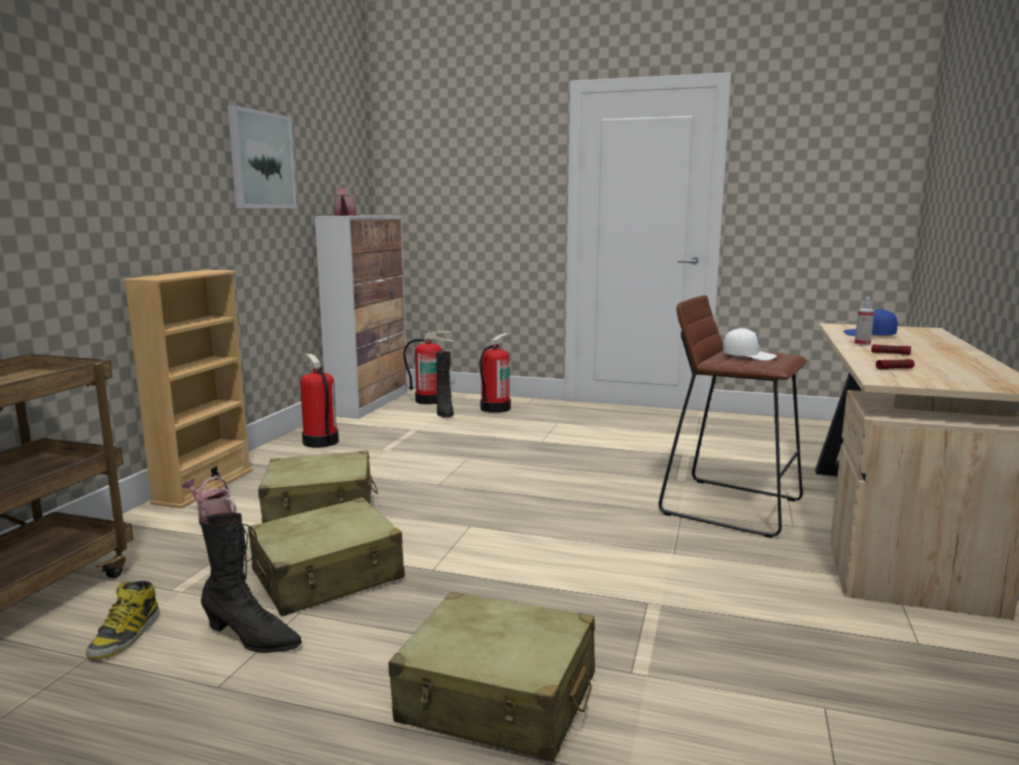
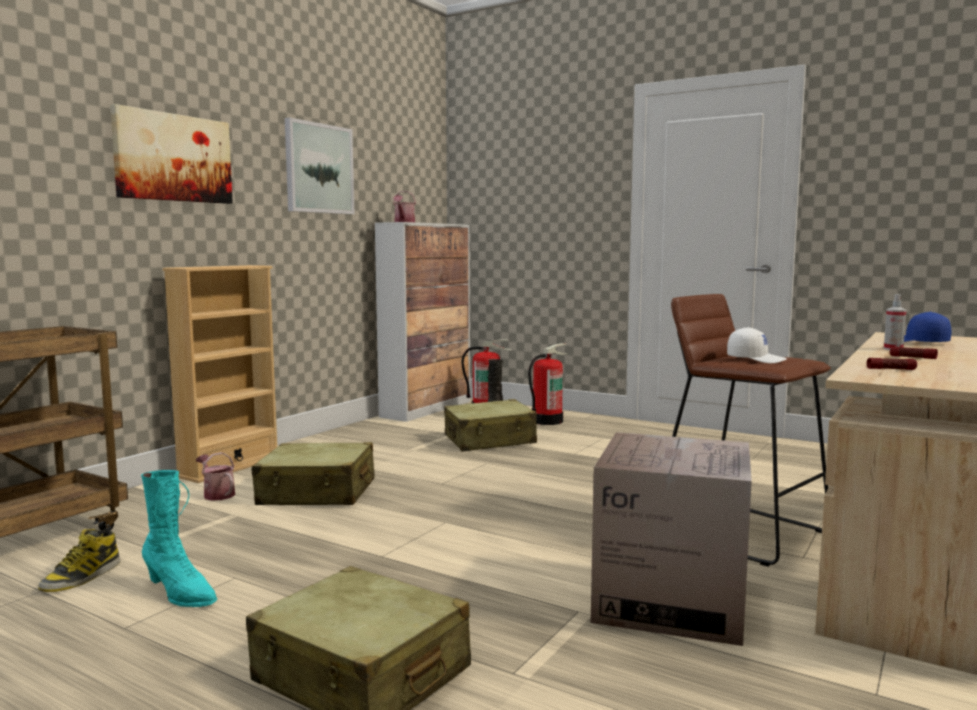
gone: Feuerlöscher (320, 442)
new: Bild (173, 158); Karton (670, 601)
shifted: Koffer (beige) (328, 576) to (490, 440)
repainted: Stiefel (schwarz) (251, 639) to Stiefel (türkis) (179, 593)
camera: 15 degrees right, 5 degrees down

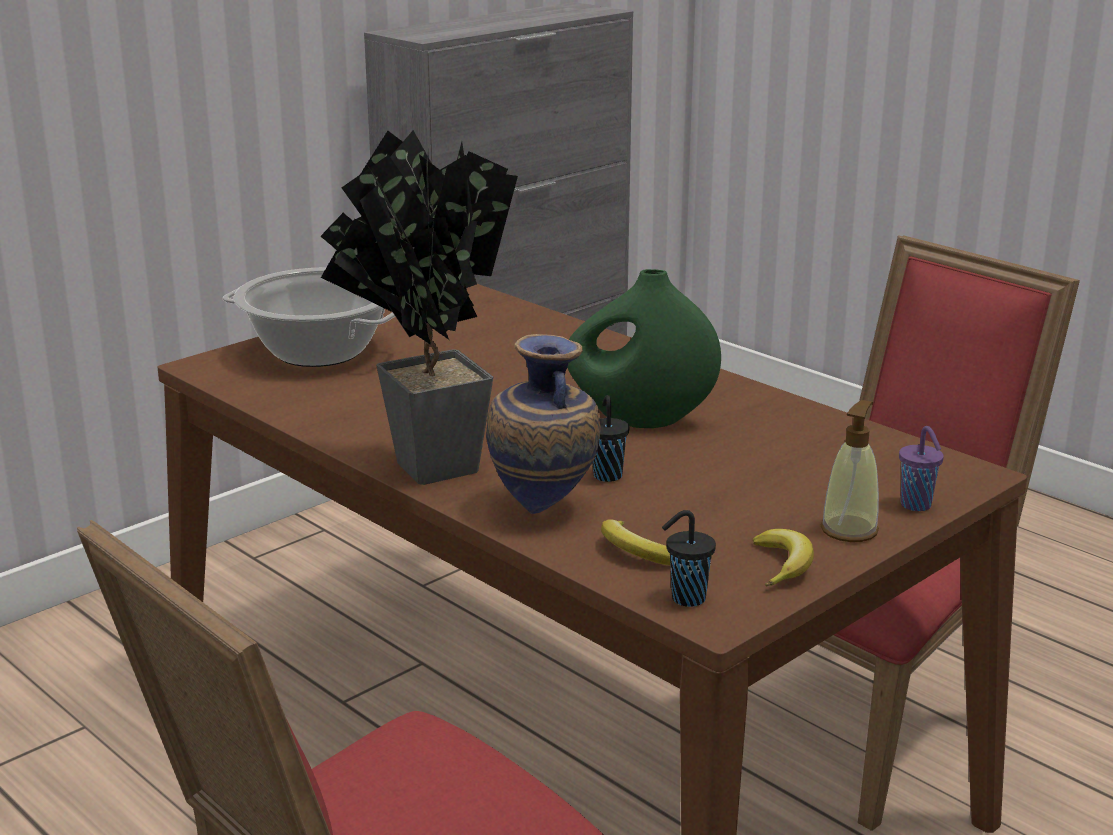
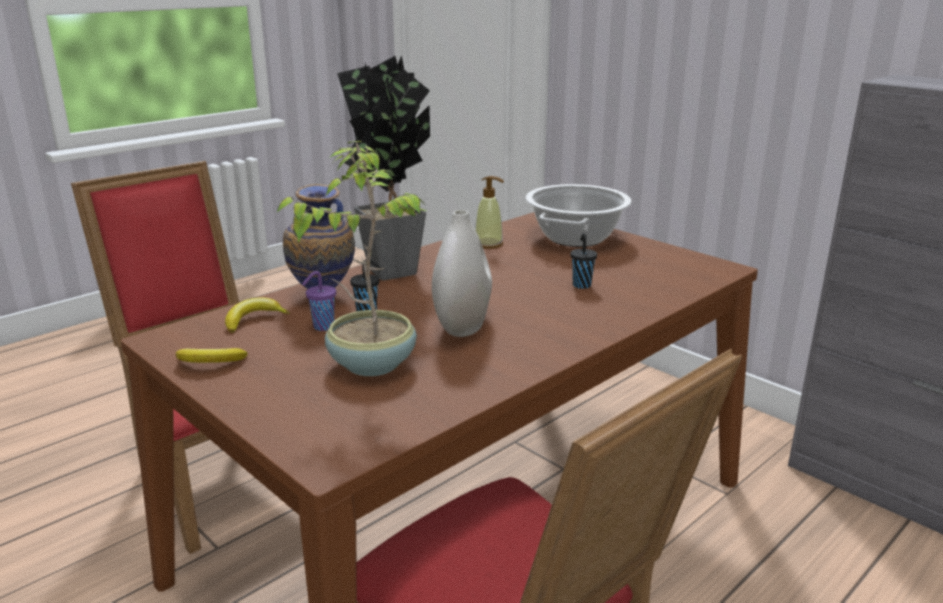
new: Topfpflanze (371, 363)
shifted: Tasse (schwarz) (686, 599) to (581, 285); Seifenspender (849, 530) to (488, 244); Tasse (lila) (917, 506) to (322, 327)
repainted: Vase (grün) (640, 419) to Vase (weiß) (463, 325)
camera: 90 degrees right, 0 degrees up

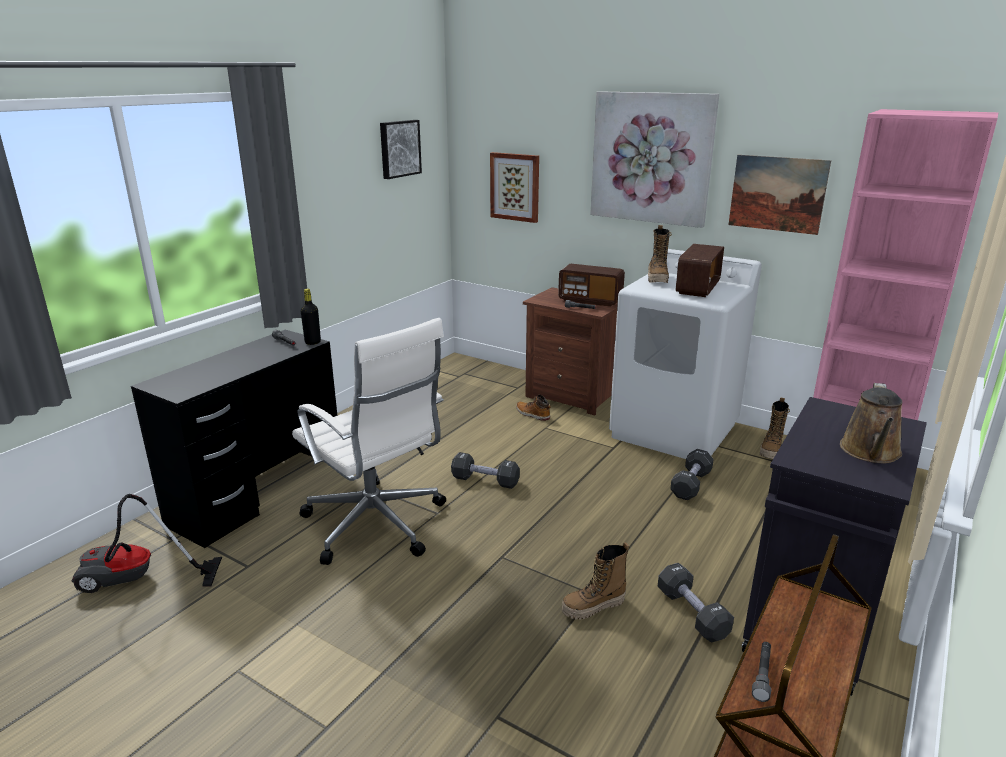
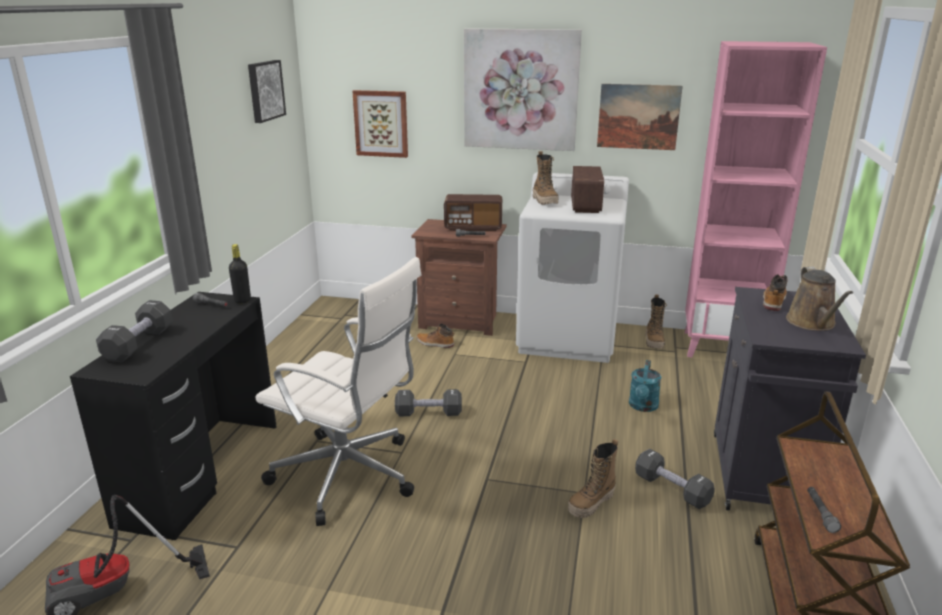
new: Gießkanne (türkis) (643, 407); Stiefel (773, 301)
shifted: Hantel (schwarz) (691, 484) to (139, 344)
camera: 20 degrees left, 0 degrees up

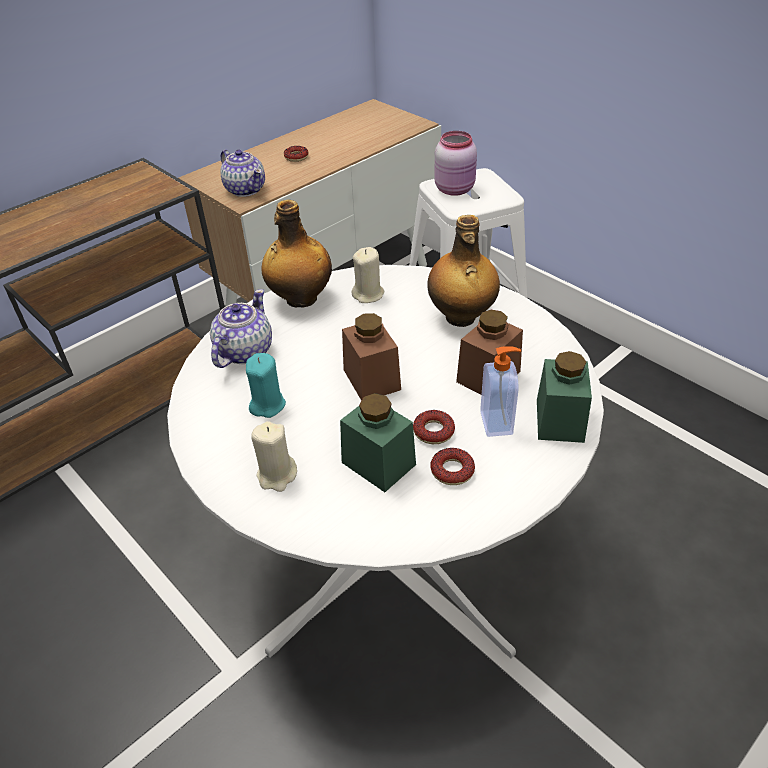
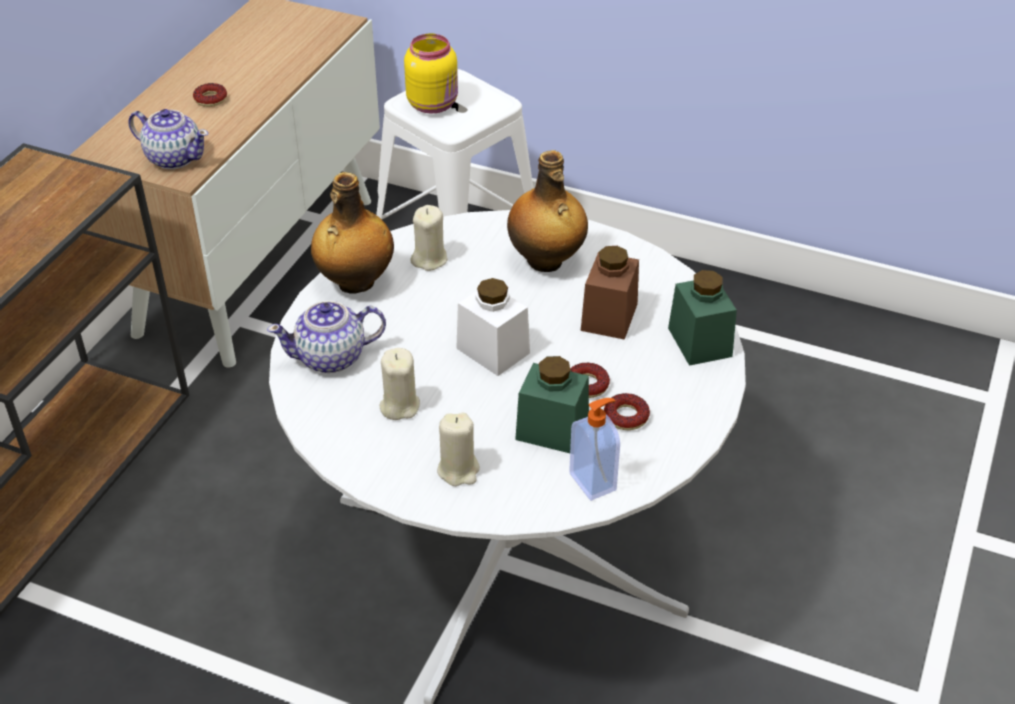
shifted: Seifenspender (497, 423) to (594, 481)
repainted: Kerze (türkis) (267, 405) to Kerze (beige) (399, 406); Vorratsglas (braun) (372, 379) to Vorratsglas (weiß) (493, 350); Vorratsglas (rosa) (455, 189) to Vorratsglas (gelb) (434, 104)
rotated: Teekanne (243, 352) = (332, 357) 105 degrees counterclockwise
camera: 25 degrees left, 0 degrees up

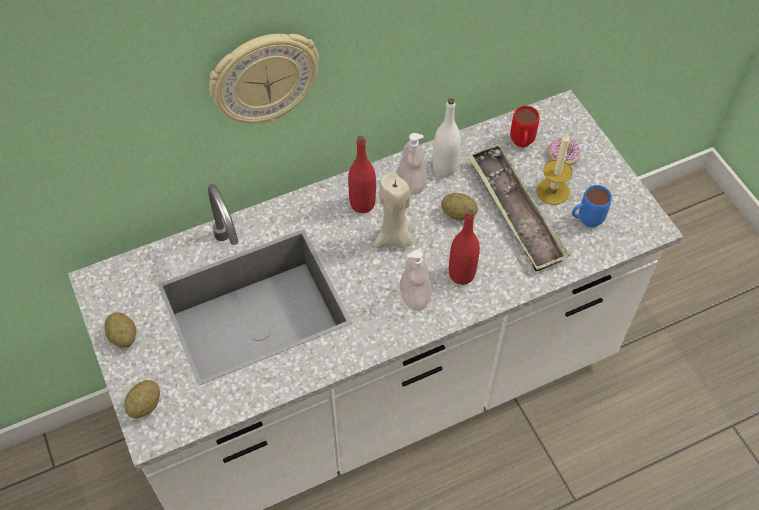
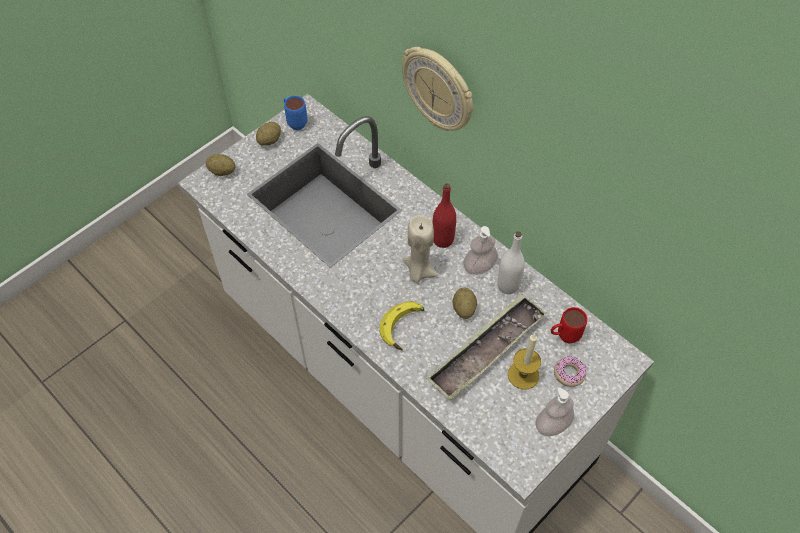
shifted: Seifenspender (415, 297) to (552, 425); Henkelbecher (blau) (585, 221) to (295, 122)
swapped: Flasche (rot) (461, 274) to Banane (404, 328)
camera: 70 degrees right, 0 degrees up

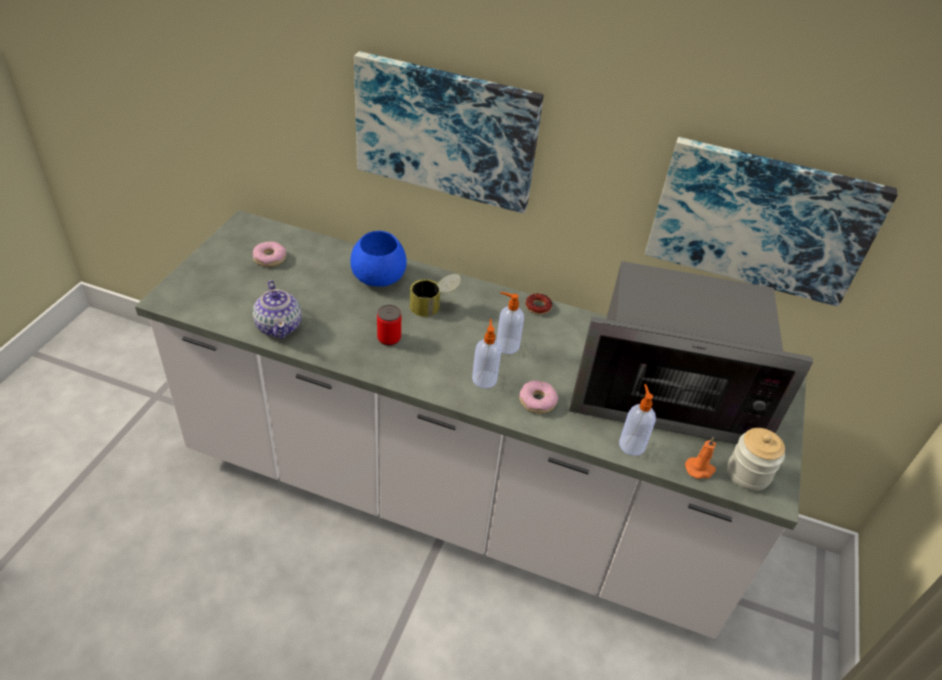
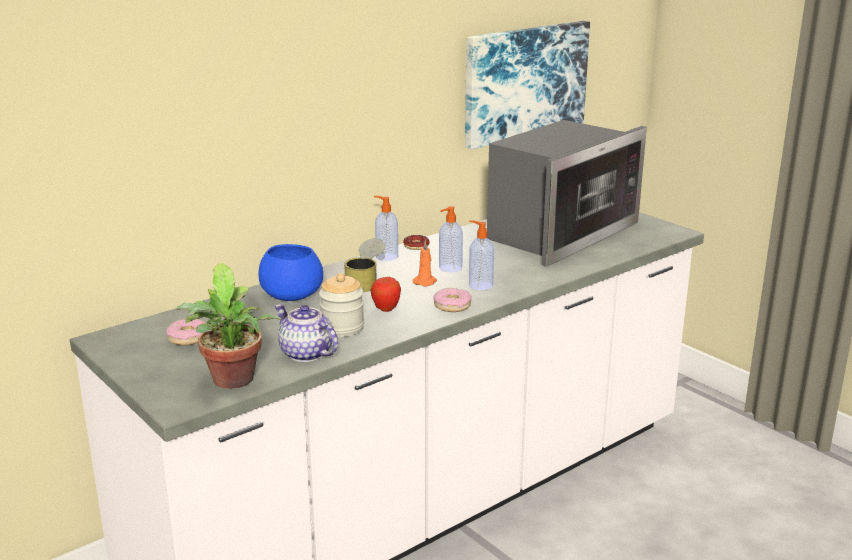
gone: Bild (446, 131)
new: Topfpflanze (233, 382)
shifted: Donut (537, 401) to (452, 305); Seifenspender (631, 444) to (386, 256); Kerze (orange) (700, 469) to (425, 282); Vorratsglas (748, 473) to (342, 328)
swapped: Dose (389, 338) to Apfel (386, 309)
rotated: Teekanne (279, 326) = (306, 354) 150 degrees counterclockwise
camera: 55 degrees left, 20 degrees down

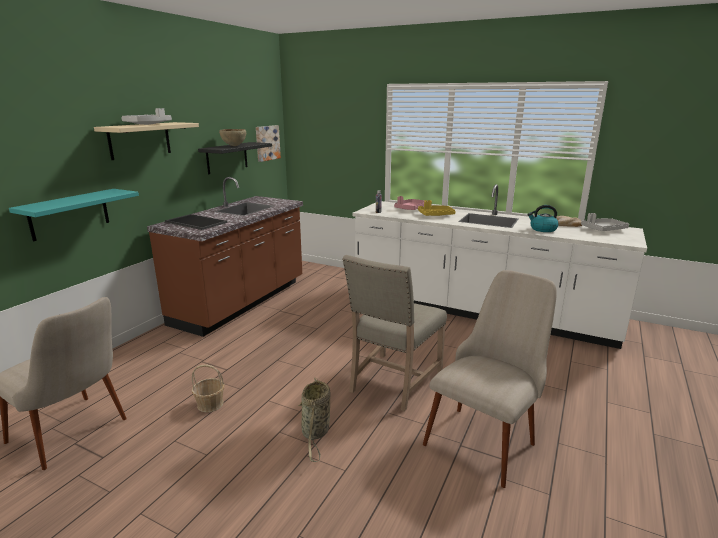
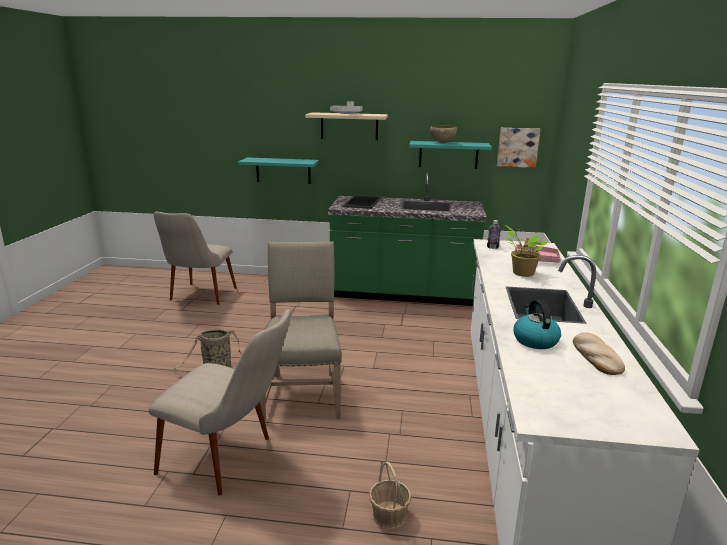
gone: Tablett (grau) (603, 229)
shifted: Korb (210, 404) to (389, 516)
swapped: Tablett (gelb) (435, 215) to Topfpflanze (521, 273)
repainted: Küchenzeile (braun) (241, 302) to Küchenzeile (grün) (403, 295); Wandregal (schwarz) (227, 157) to Wandregal (türkis) (448, 154)
rotated: Stuhl (beige) (393, 382) = (302, 393) 75 degrees clockwise
camera: 70 degrees right, 0 degrees up

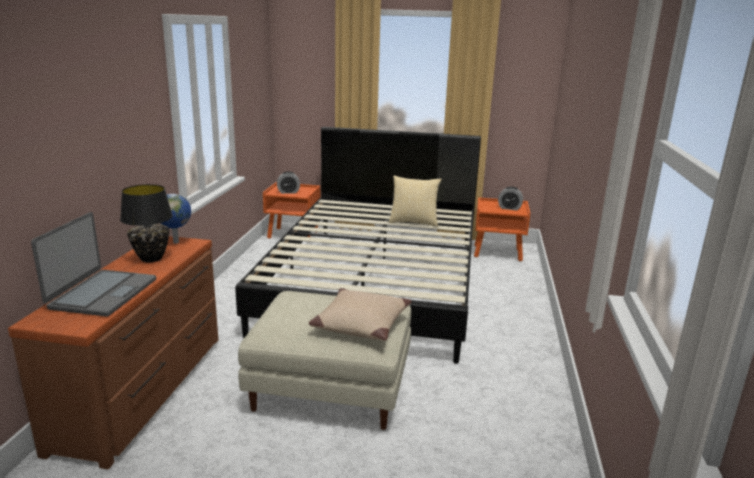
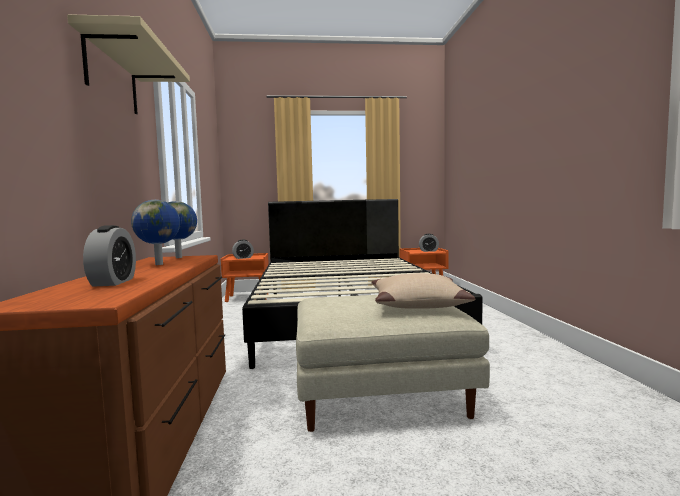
gone: Kissen (413, 222)
new: Wandregal (beige) (111, 75)
swapped: Laptop (102, 293) to Wecker (113, 282); Tischlampe (schwarz) (152, 258) to Globus (160, 264)
camera: 15 degrees left, 15 degrees down

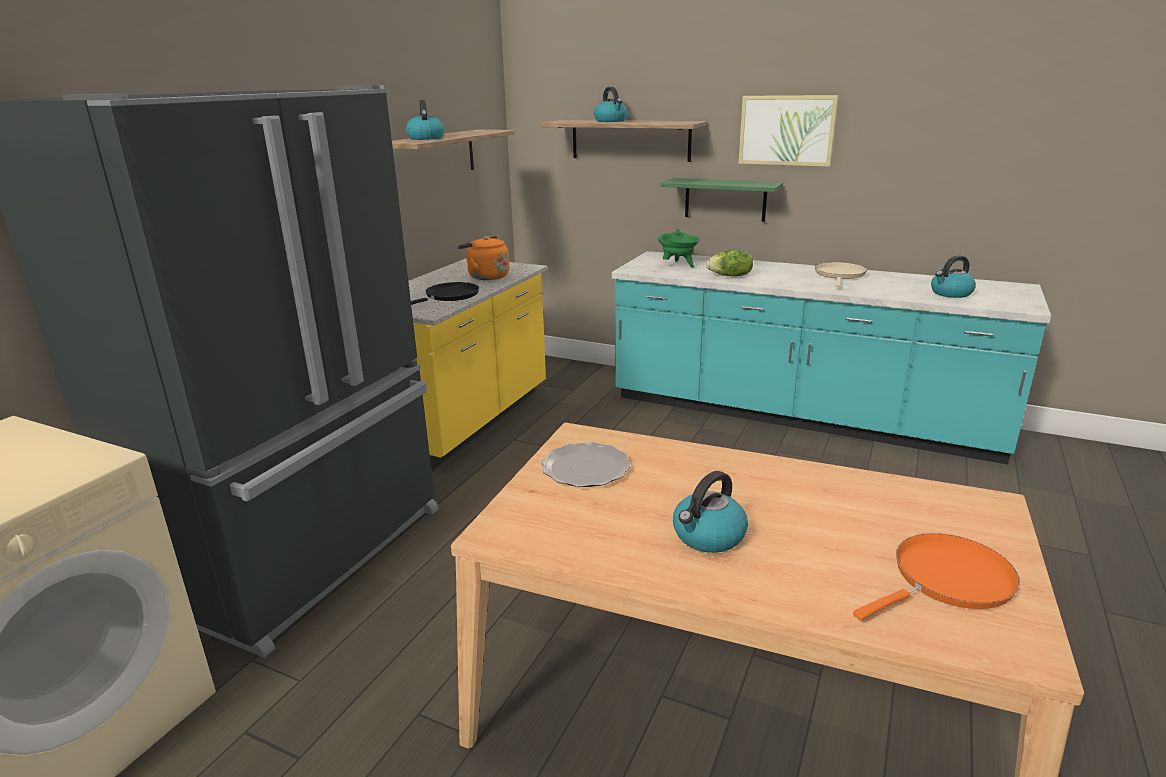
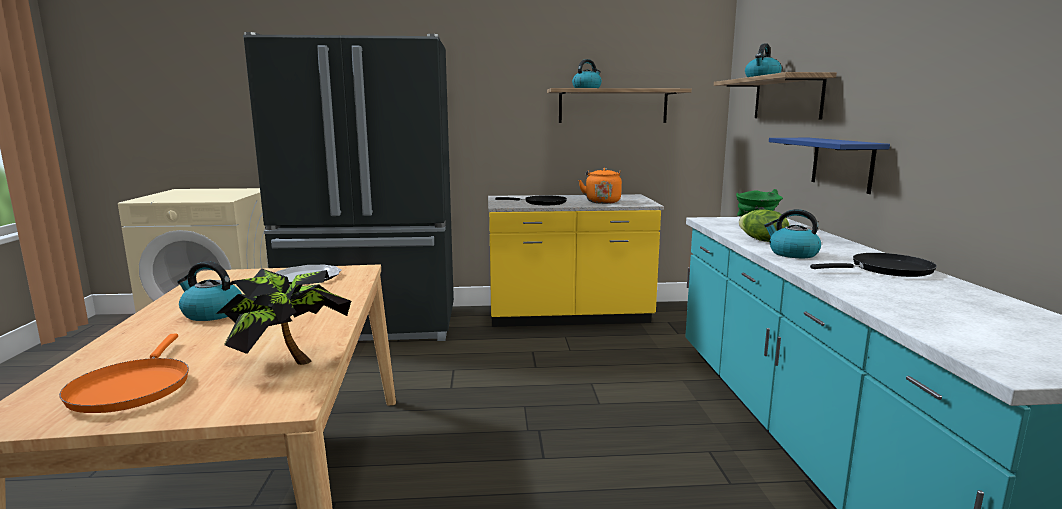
gone: Bild (786, 130)
new: Topfpflanze (287, 363)
shifted: Wasserkessel (950, 293) to (792, 254)
repainted: Wandregal (grün) (725, 199) to Wandregal (blau) (842, 164); Pfanne (beige) (839, 275) to Pfanne (schwarz) (886, 270)
rotated: Pfanne (orange) (947, 580) = (132, 387) 45 degrees clockwise
camera: 60 degrees right, 10 degrees down

